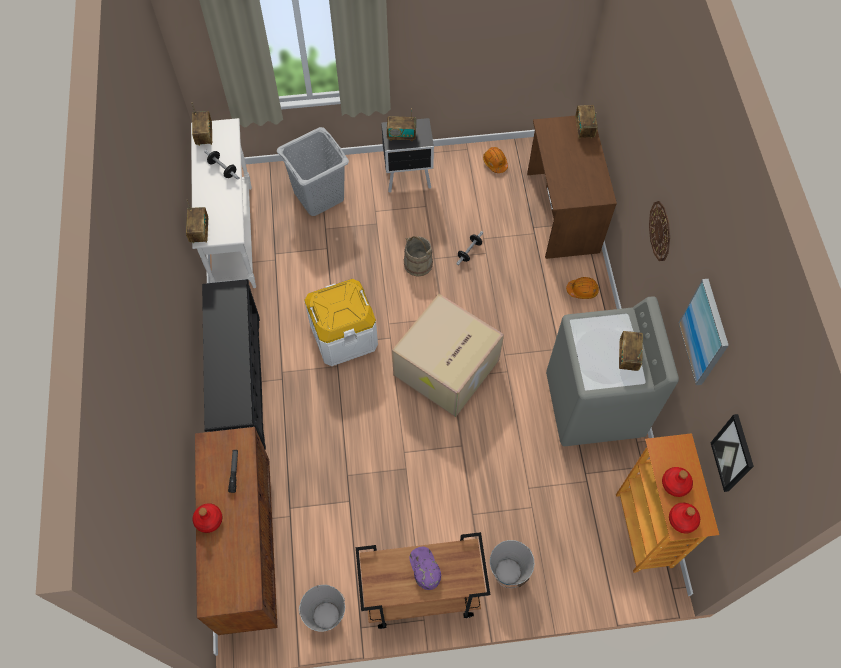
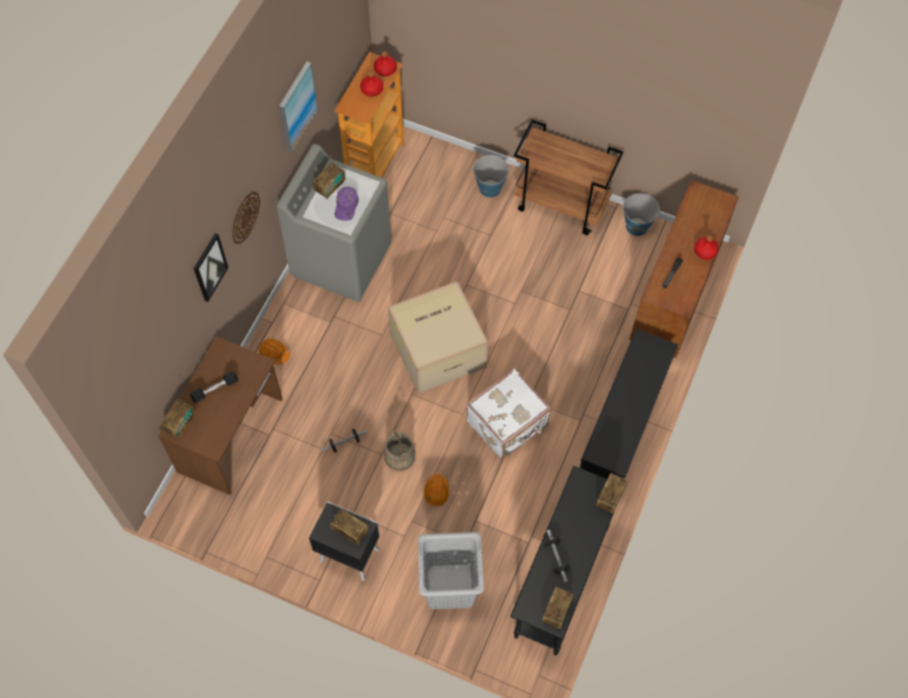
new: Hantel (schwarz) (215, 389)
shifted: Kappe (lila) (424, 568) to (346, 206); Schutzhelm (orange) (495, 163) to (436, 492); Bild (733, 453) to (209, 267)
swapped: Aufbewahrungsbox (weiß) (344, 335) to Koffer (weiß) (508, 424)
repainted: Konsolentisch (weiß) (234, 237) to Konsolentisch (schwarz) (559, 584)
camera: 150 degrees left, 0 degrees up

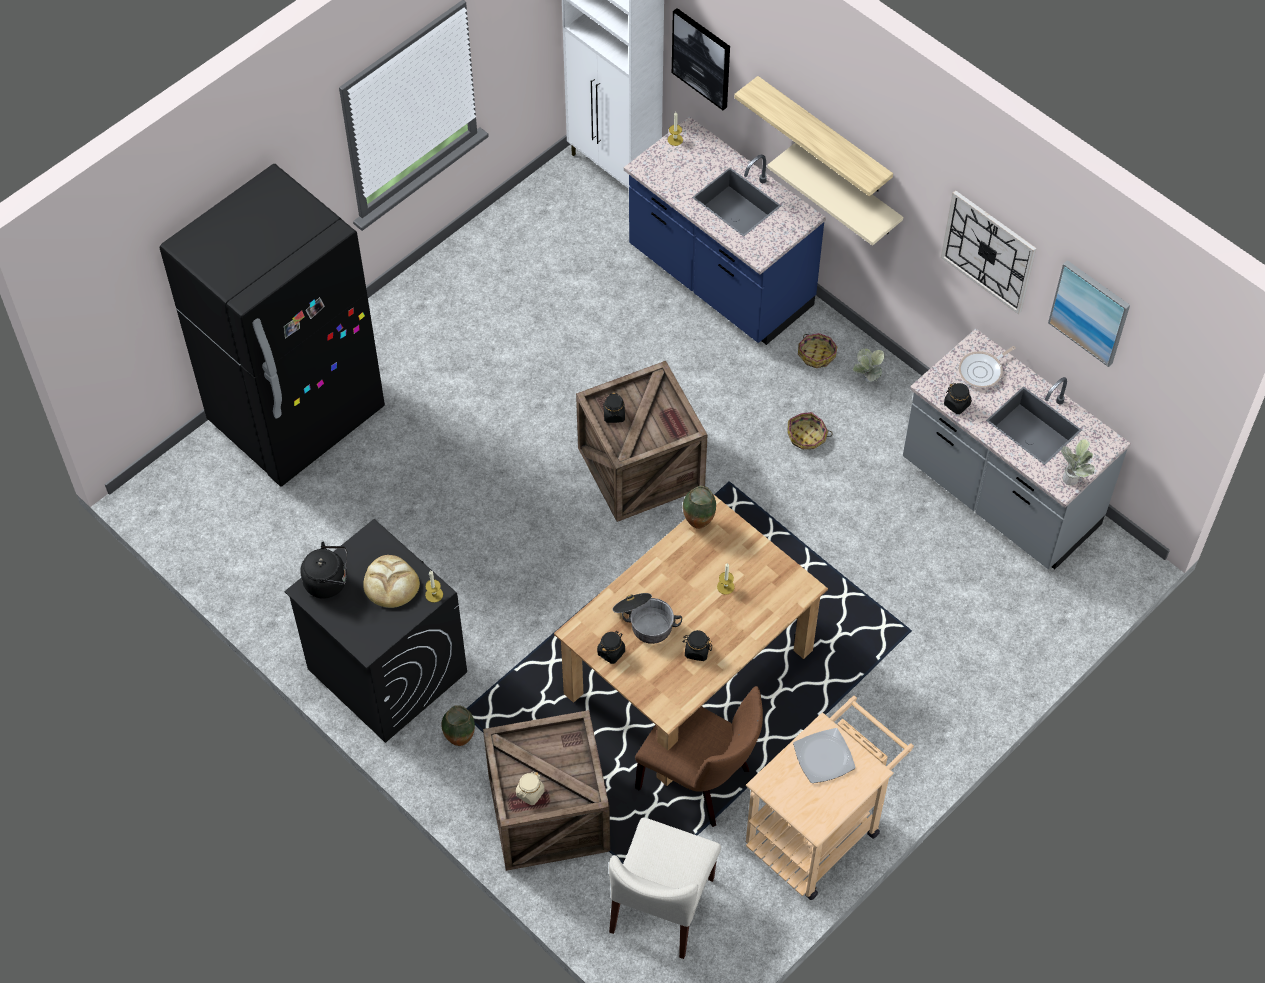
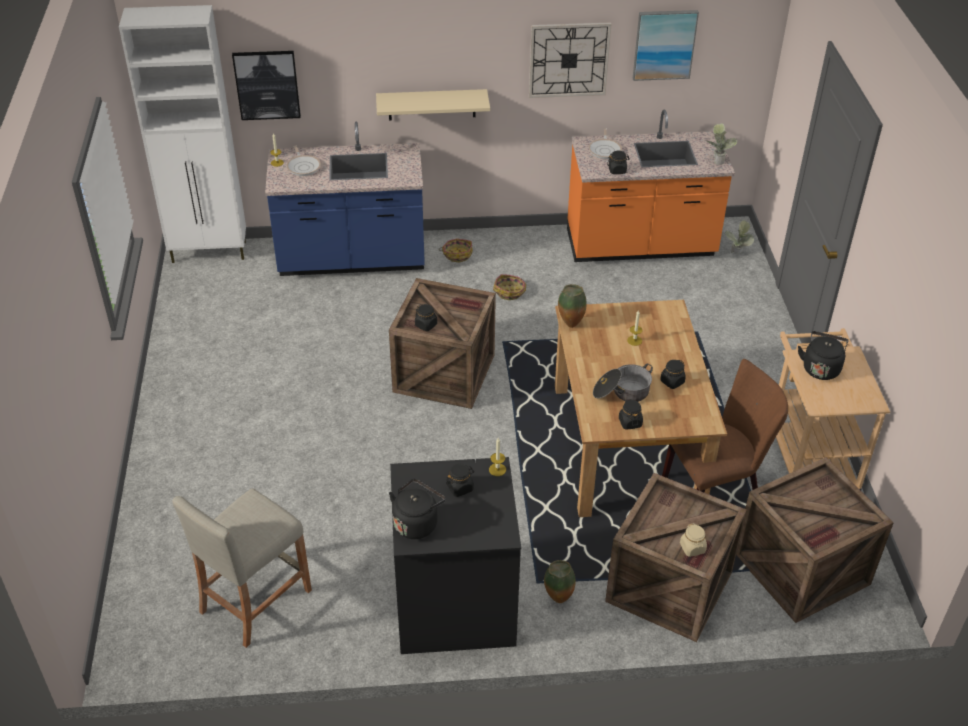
gone: Kühlschrank (schwarz) (297, 417); Wandregal (823, 136)
new: Hocker (beige) (255, 600); Pfanne (303, 166)
shifted: Topfpflanze (866, 381) to (736, 254)
swapped: Brot (391, 583) to Vorratsglas (schwarz) (460, 488); Stuhl (beige) (662, 906) to Kiste (801, 570); Teller (824, 757) to Wasserkessel (schwarz) (821, 368)
repainted: Küchenzeile (grau) (999, 496) to Küchenzeile (orange) (640, 246)
camera: 50 degrees left, 15 degrees down

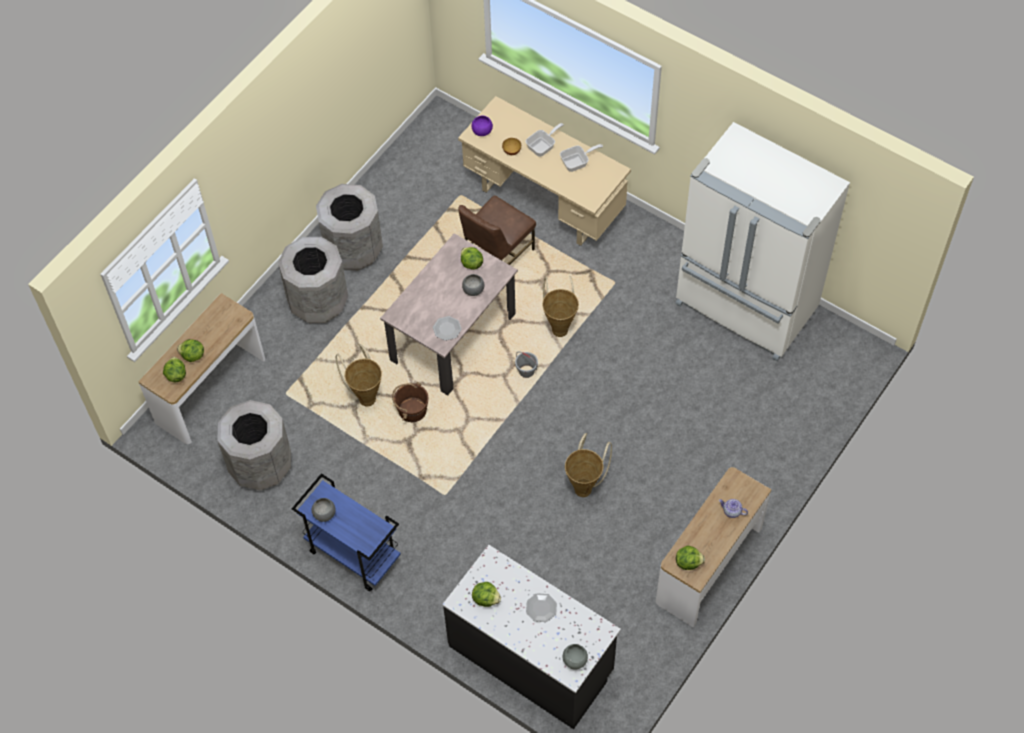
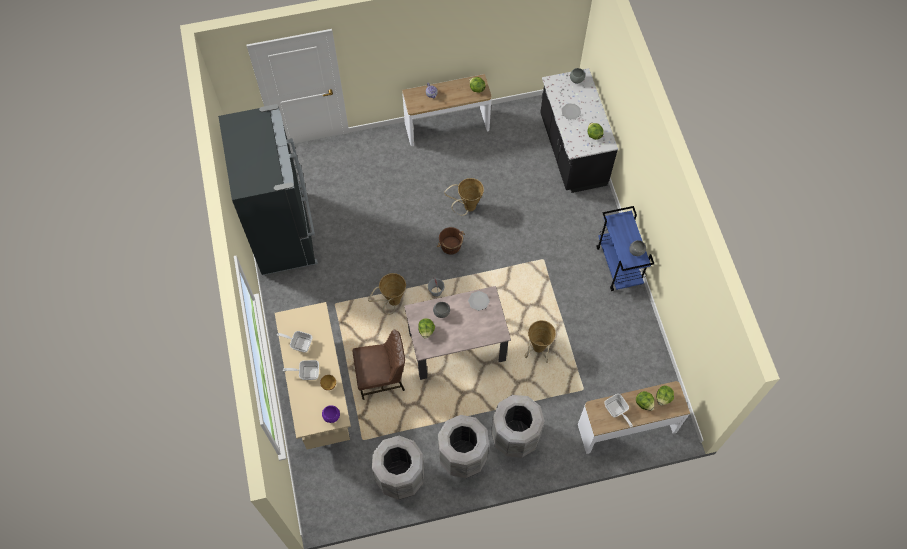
new: Pfanne (616, 411)
shifted: Mülleimer (grau) (260, 465) to (400, 476); Eimer (braun) (412, 410) to (451, 246)
repainted: Kühlschrank (weiß) (745, 307) to Kühlschrank (schwarz) (284, 232)
camera: 140 degrees left, 5 degrees up

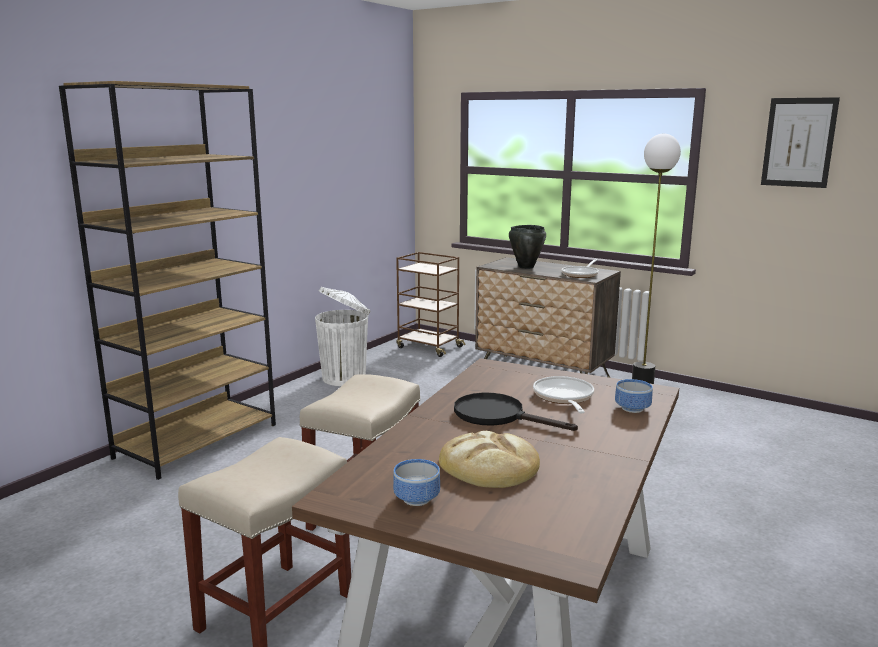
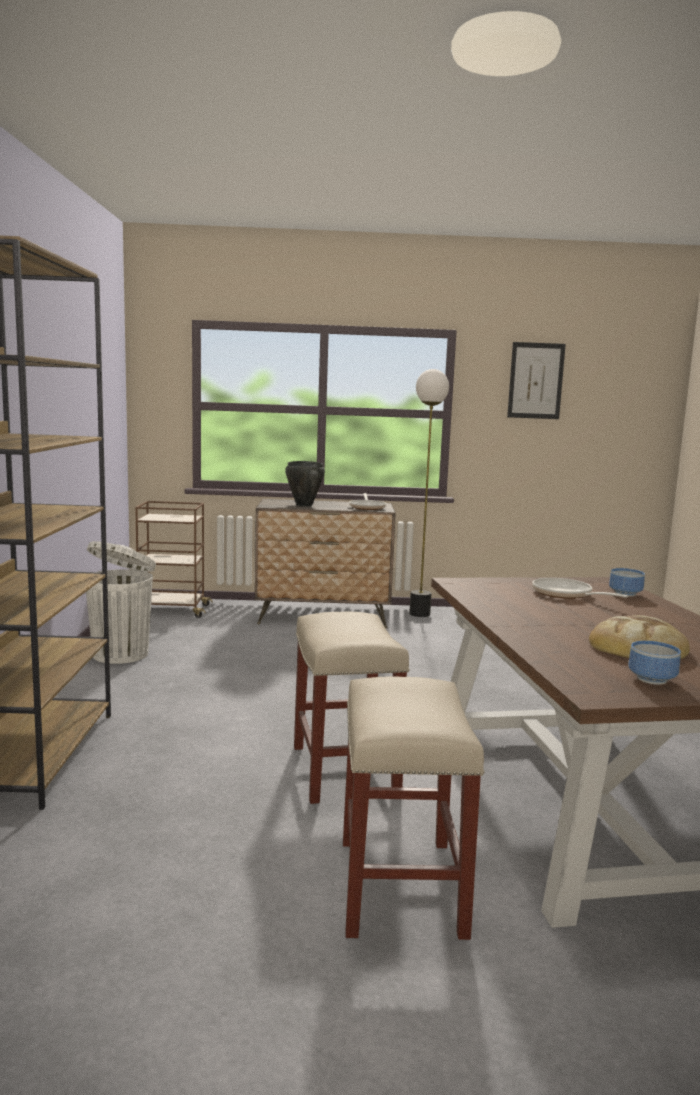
gone: Pfanne (schwarz) (498, 416)
camera: 35 degrees left, 5 degrees down

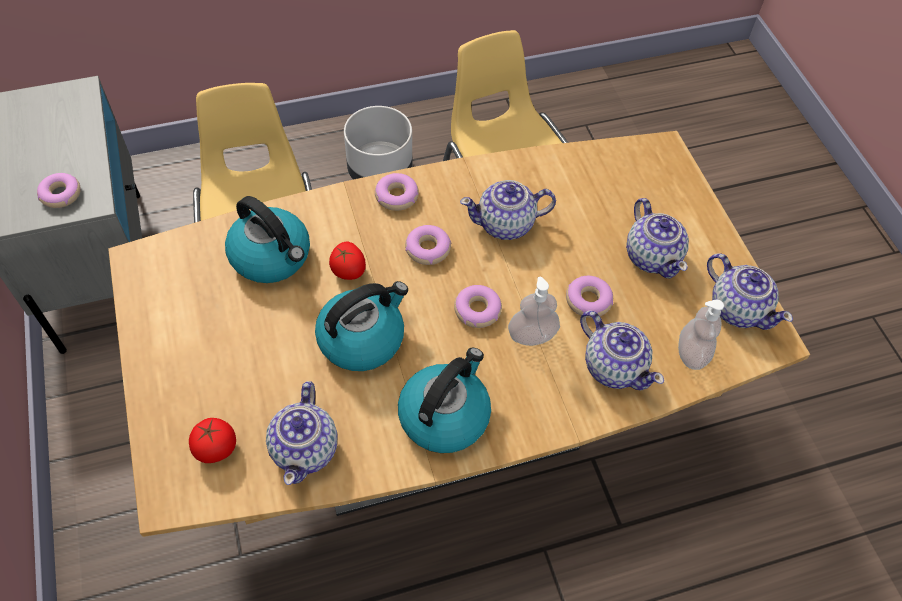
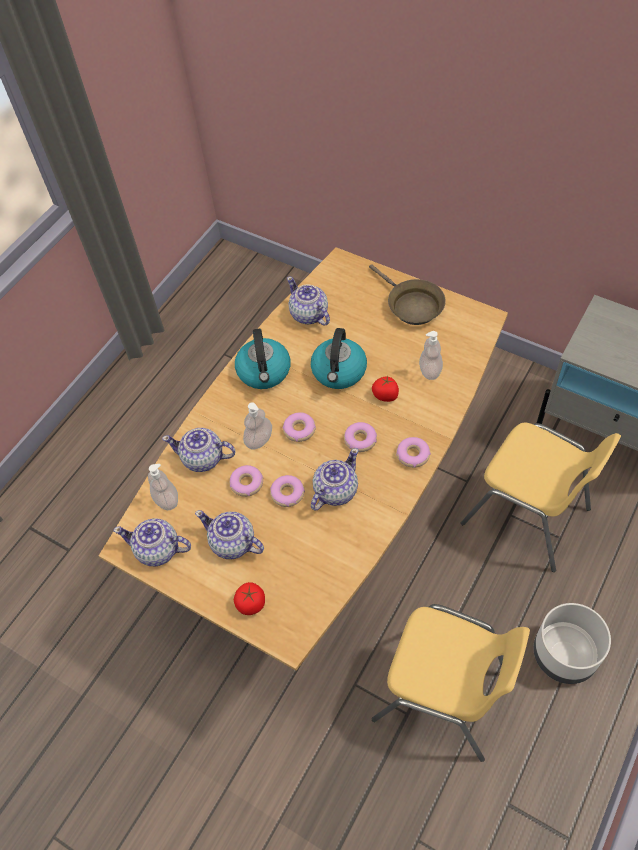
new: Pfanne (braun) (411, 305)
shifted: Donut (61, 194) to (287, 493); Tomate (216, 448) to (251, 603)
swapped: Wasserkessel (272, 256) to Seifenspender (430, 370)
camera: 145 degrees right, 0 degrees up

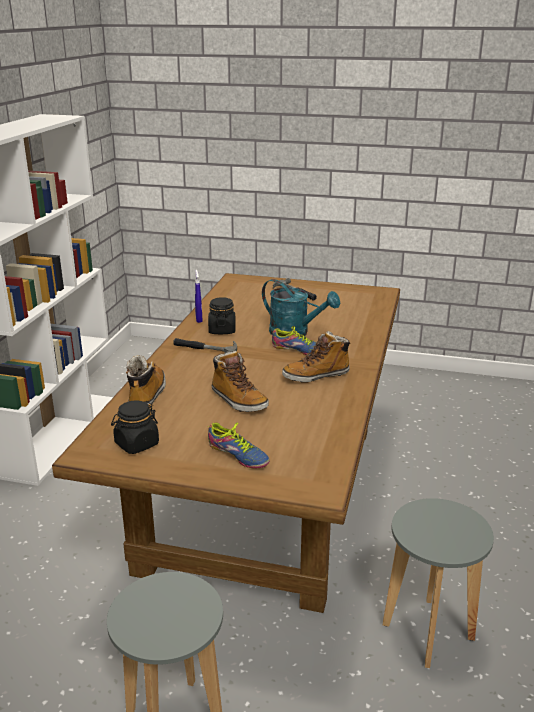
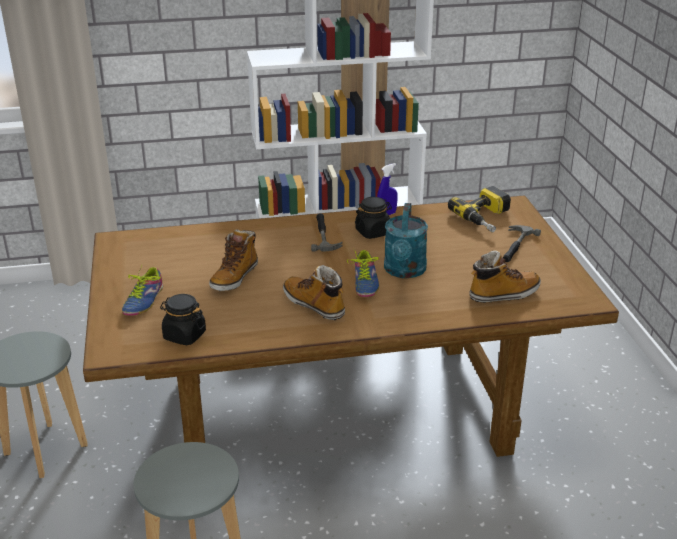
new: Bohrmaschine (486, 218)
shifted: Vorratsglas (schwarz) (136, 444) to (184, 335); Stiefel (147, 395) to (504, 294)
camera: 65 degrees right, 5 degrees up

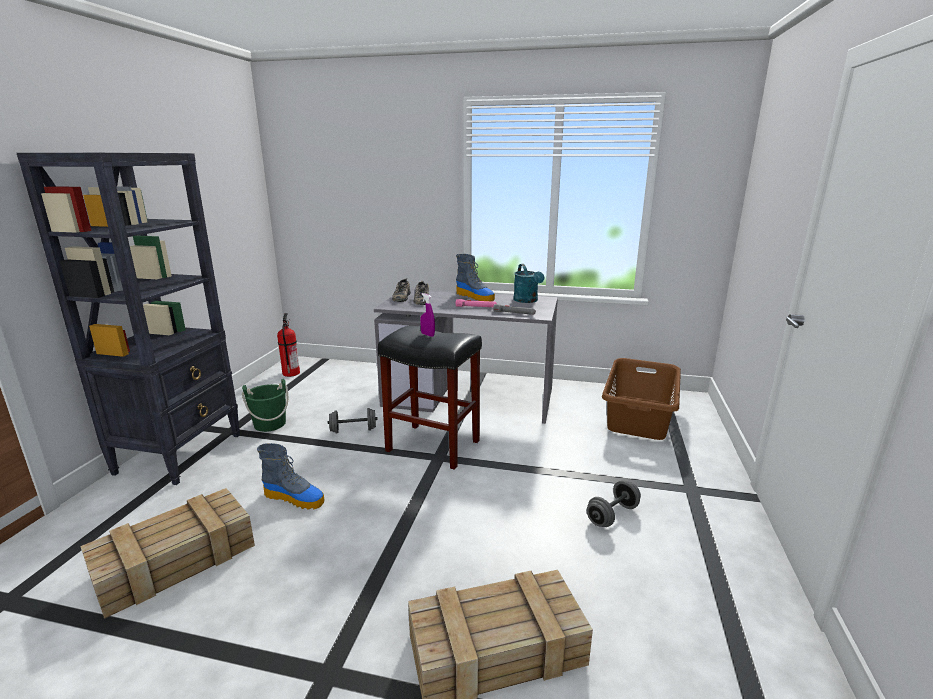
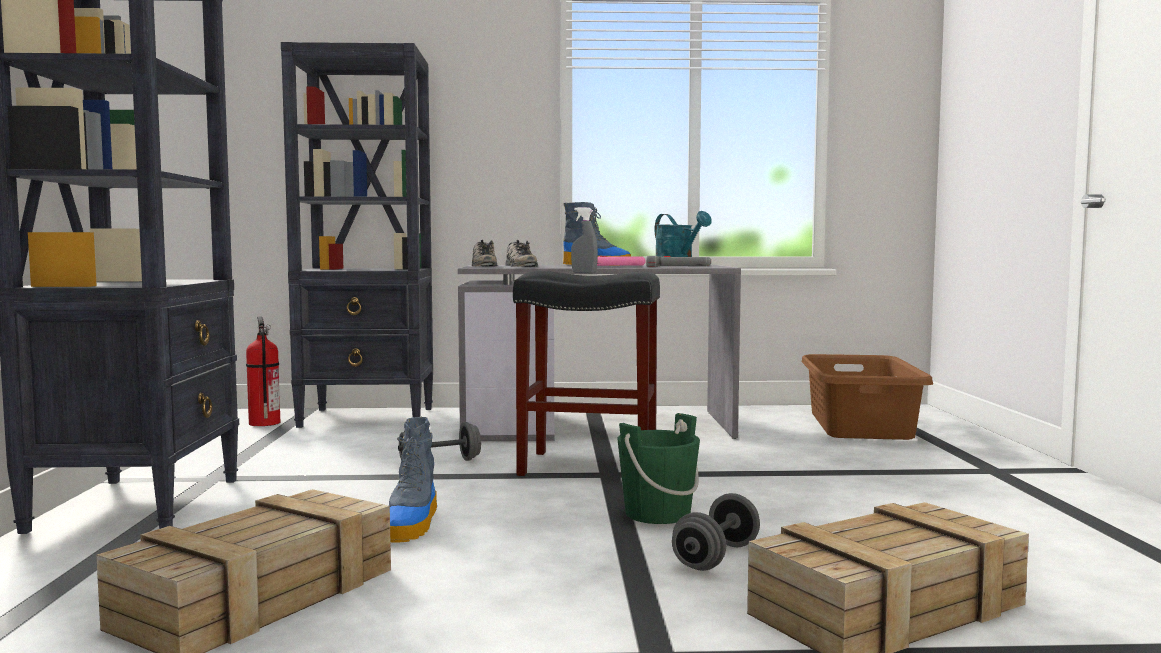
new: Bücherregal (schwarz) (368, 418)
shifted: Eimer (grün) (270, 424) to (657, 514); Hantel (grau) (612, 515) to (716, 557)
repainted: Sprühflasche (lila) (427, 335) to Sprühflasche (grau) (584, 273)
rotated: Stiefel (295, 498) = (411, 525) 90 degrees clockwise
camera: 15 degrees left, 15 degrees down

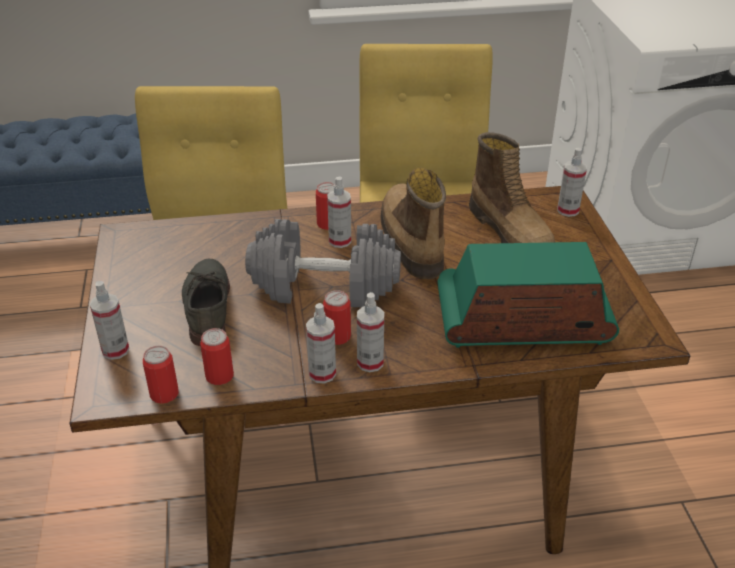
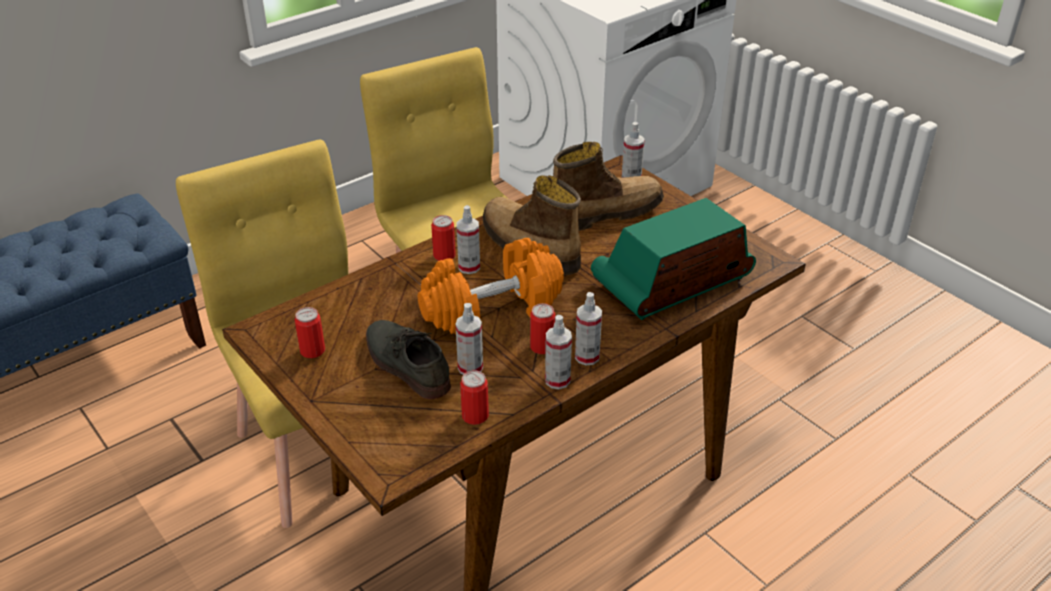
shifted: Sprühflasche (115, 350) to (470, 368); Dose (164, 394) to (312, 351)
repainted: Hantel (grau) (324, 286) to Hantel (orange) (492, 310)
rotated: Stiefel (512, 233) = (604, 213) 60 degrees counterclockwise
camera: 30 degrees left, 0 degrees up

